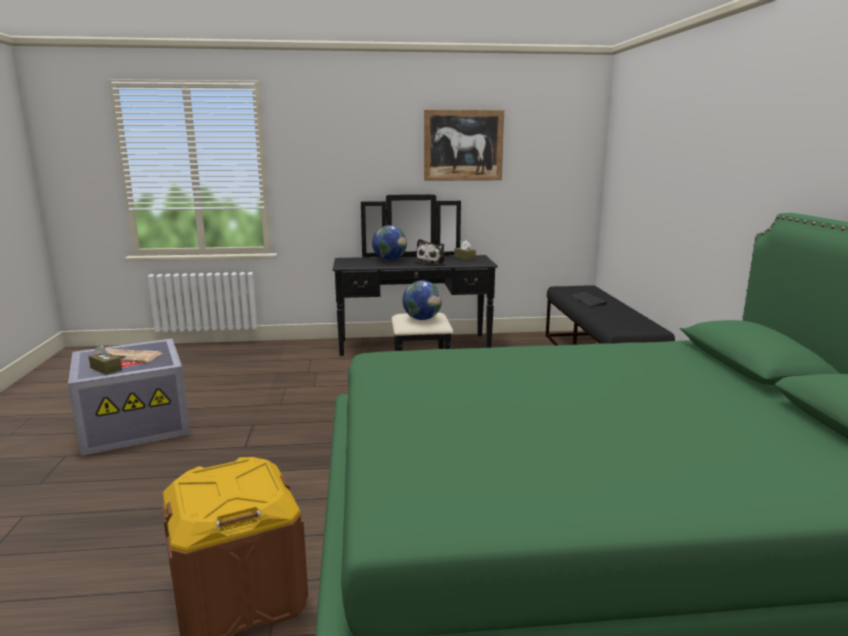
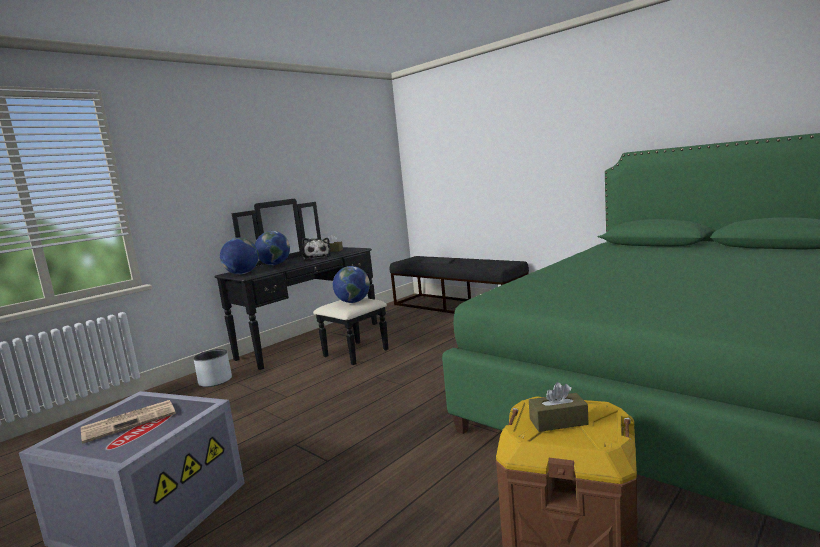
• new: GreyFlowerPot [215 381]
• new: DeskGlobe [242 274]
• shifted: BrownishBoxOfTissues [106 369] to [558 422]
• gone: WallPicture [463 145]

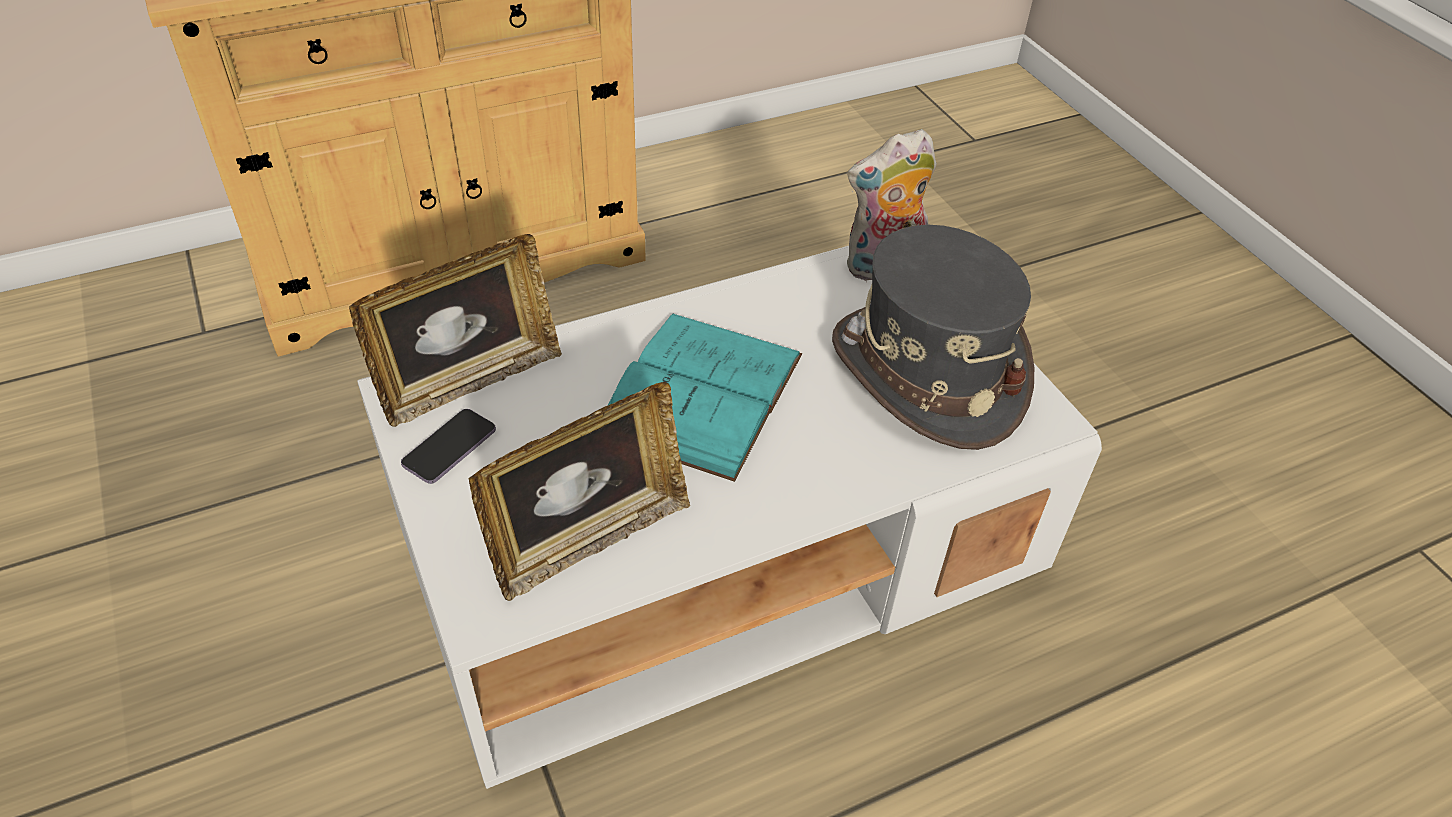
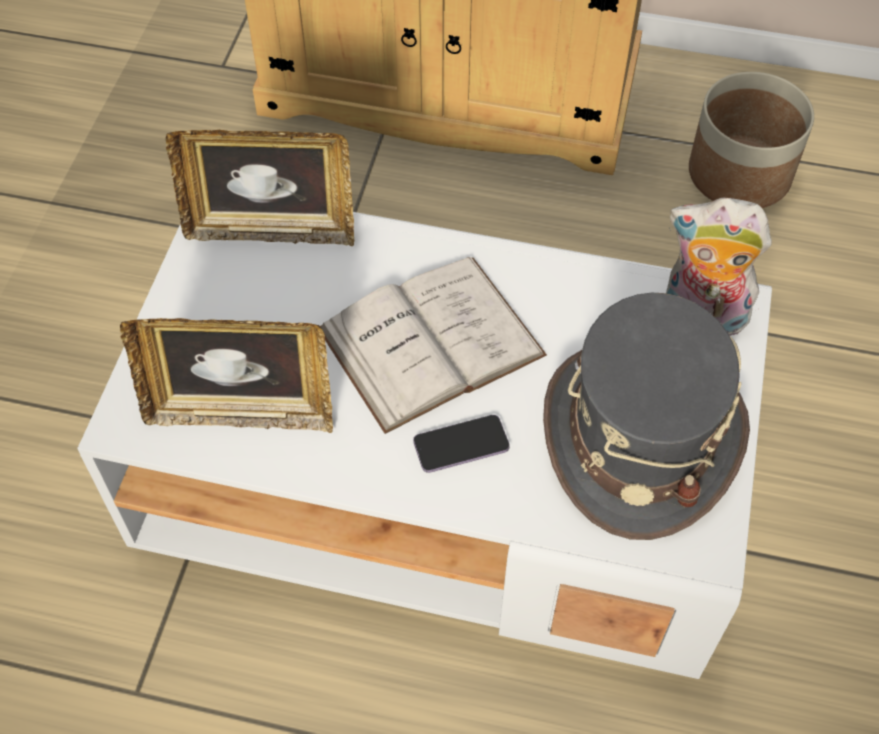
• repainted: TurquoiseColouredVolume [701 393] to WhitishVolume [431 342]
• shifted: Telephone [449 448] to [461 445]
• new: FlowerPot [740 174]

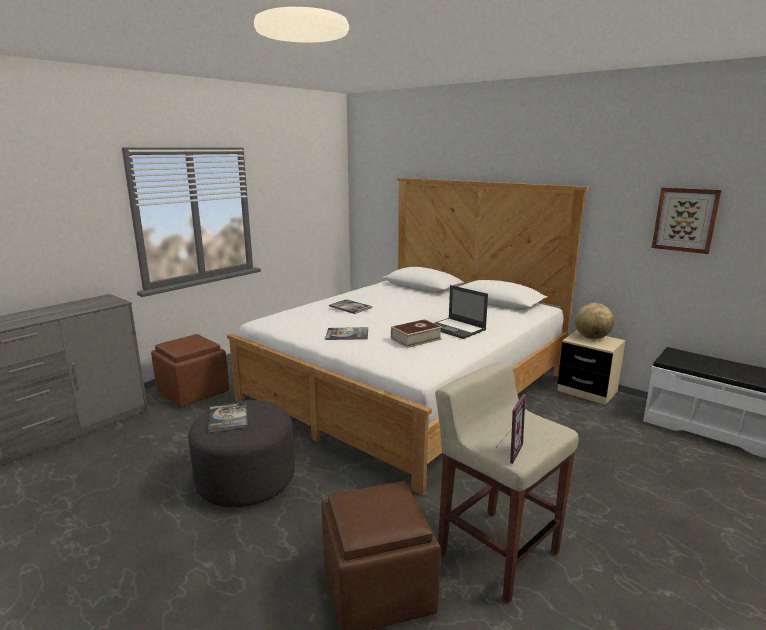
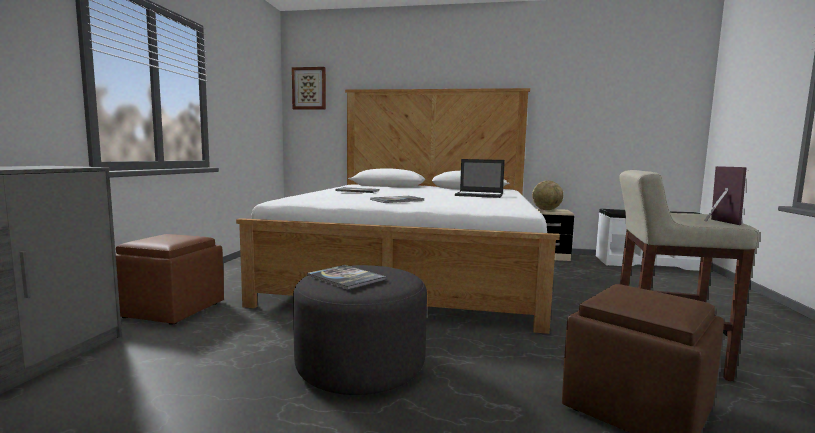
• shifted: WallPicture [685 219] to [309 88]
• gone: Volume [416 339]

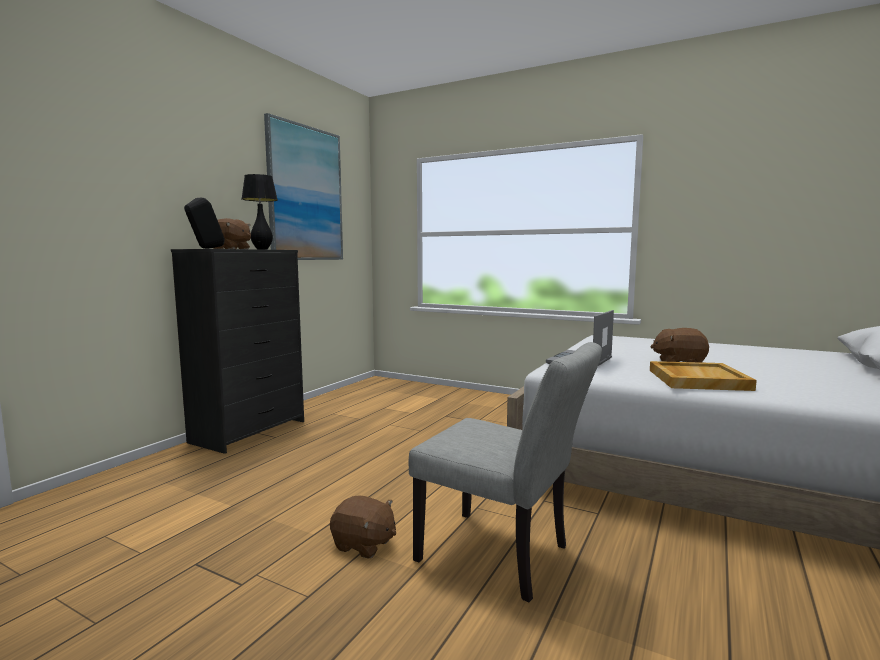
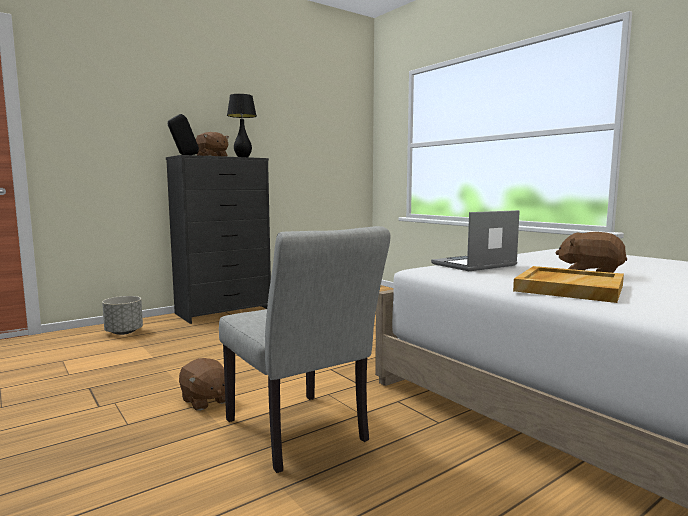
• new: GreyFlowerPot [123 332]
• gone: WallPicture [305 194]

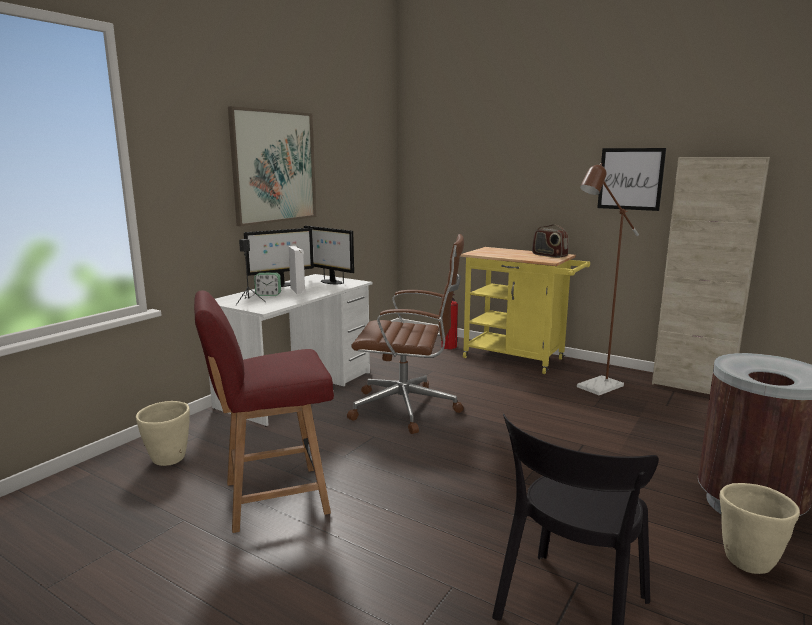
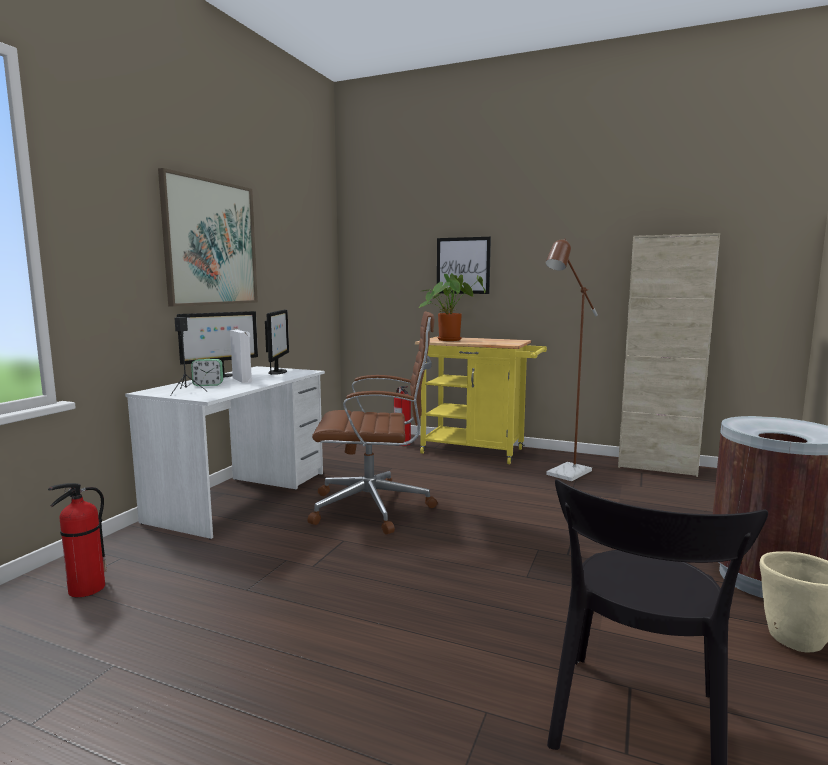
• swapped: BeigeColouredFlowerPot [168 460] to FireExtinguisher [86 589]
• rotated: ComputerScreen [331 282] = [278 372] 120 degrees counterclockwise
• new: PottedPlant [450 339]
• shifted: WallPicture [630 179] to [463 265]
• gone: RedColouredUprightChair [273 498]
• gone: RadioSet [549 255]

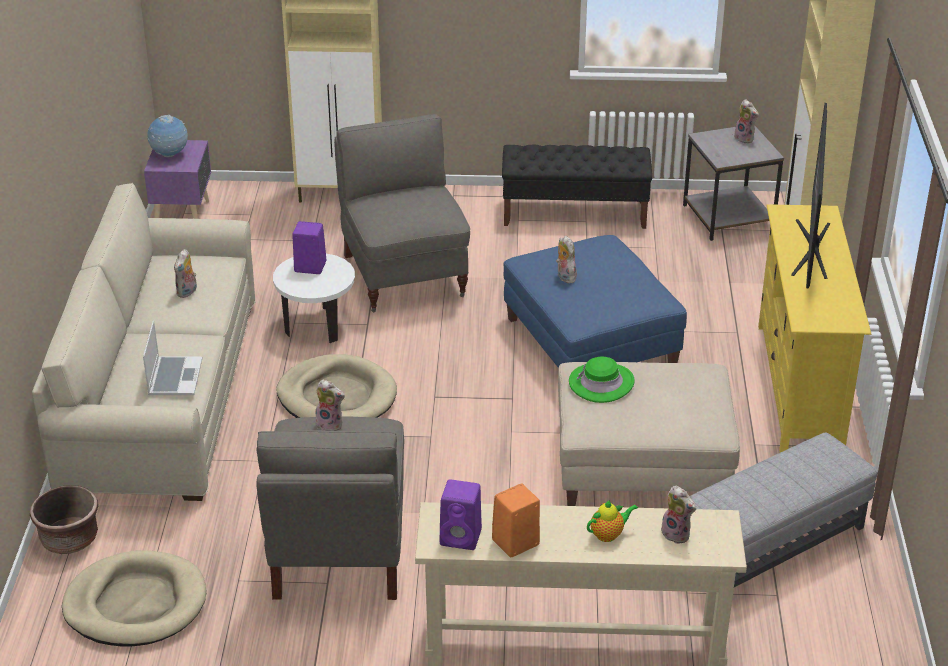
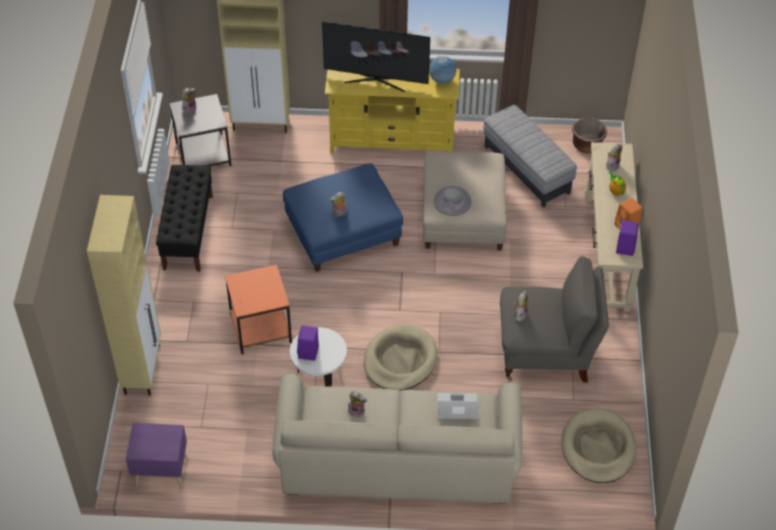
• swapped: GreyEasyChair [404 275] to OrangeColouredEndTable [259 328]
• shifted: DeskGlobe [169 155] to [442 81]
• repainted: GreenColouredWearableHat [601 383] to GreyWearableHat [452 202]
• shifted: BrownishFlowerPot [69 539] to [586 145]

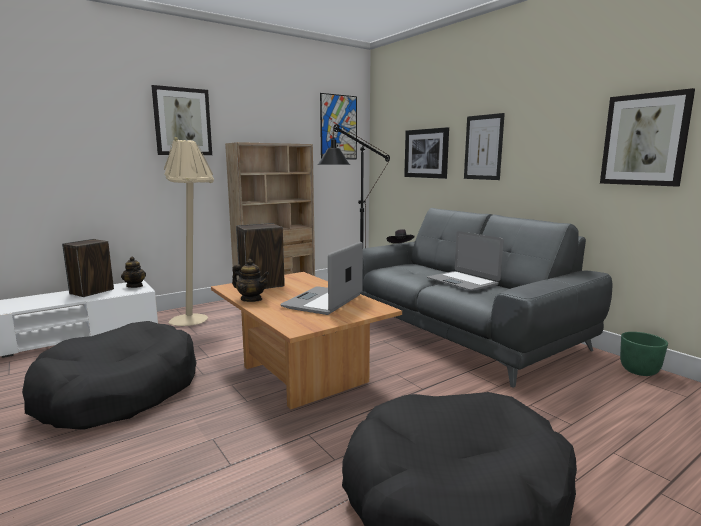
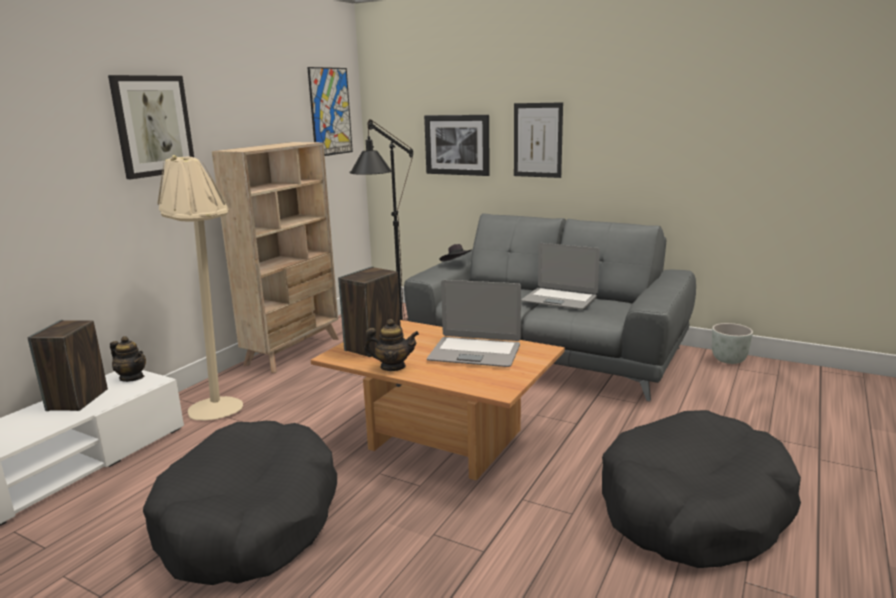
• rotated: PortableComputer [324 301] = [475 353] 75 degrees counterclockwise
• repainted: GreenColouredFlowerPot [639 371] to GreyFlowerPot [729 360]
• gone: WallPicture [644 140]

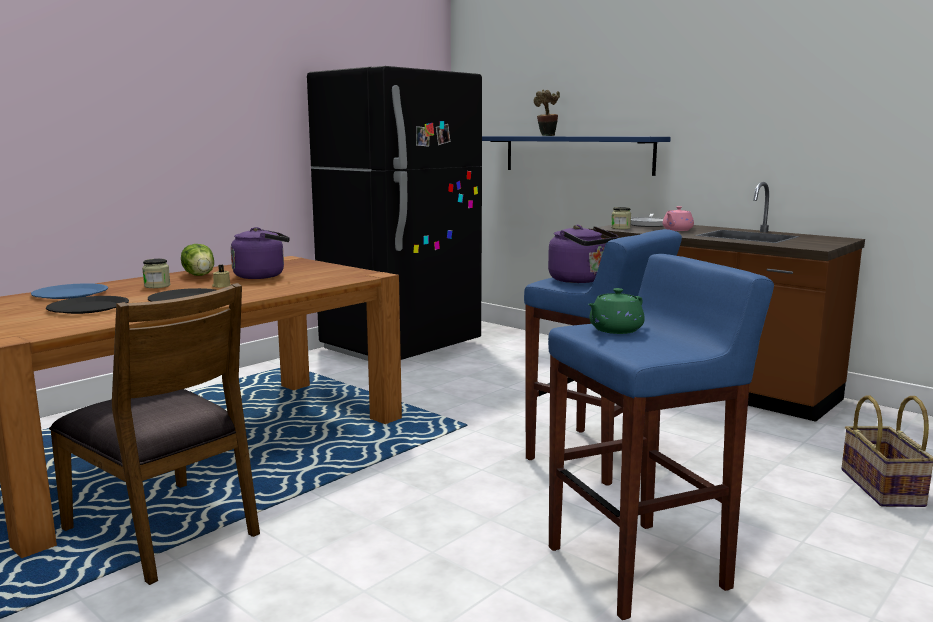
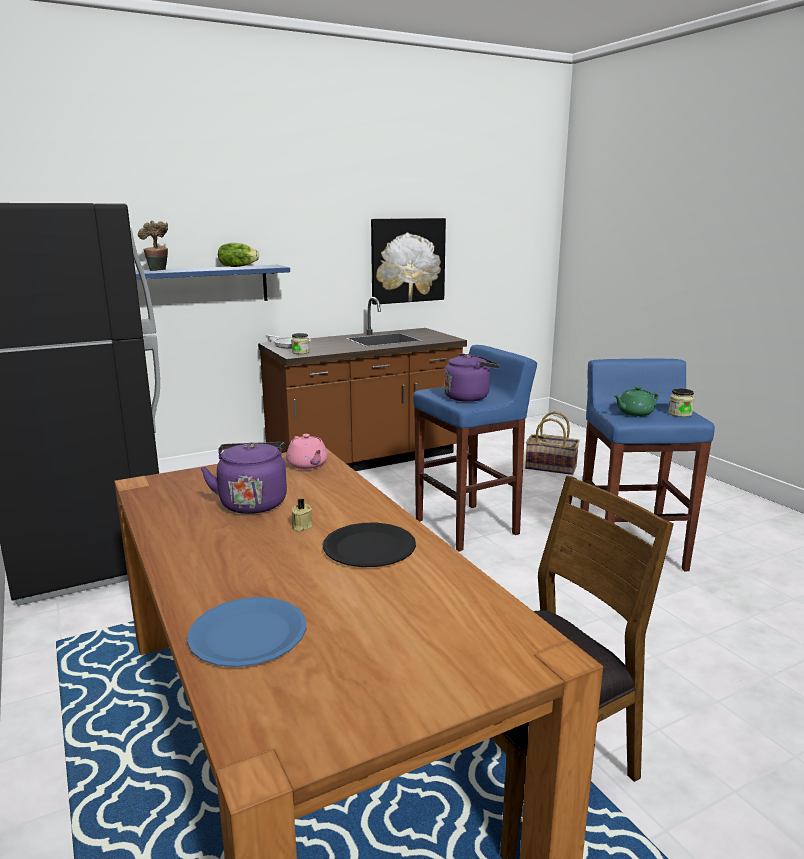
• shifted: HeadOfLettuce [200 275] to [237 266]
• shifted: PinkPotForTea [677 230] to [308 465]
• new: WallPicture [407 260]
• rotated: GreenColouredPotForTea [615 330] = [634 413] 90 degrees clockwise
• shifted: StorageJar [157 286] to [680 414]
• gone: BlackPlate [88 307]

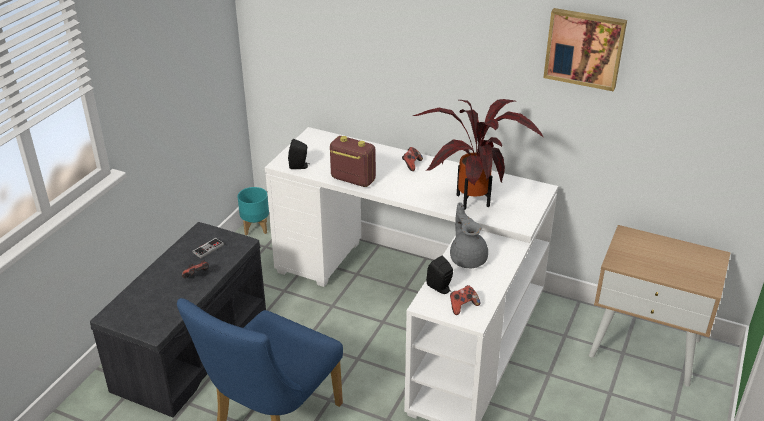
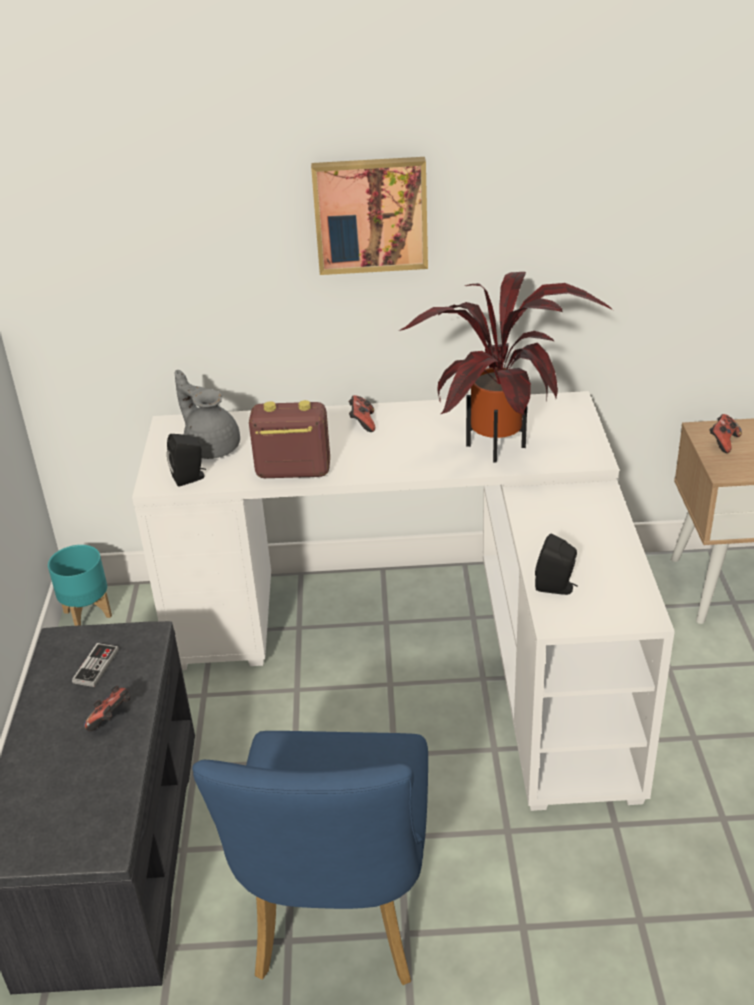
• shifted: GreyPotForTea [467 258] to [212 447]
• shifted: WallPicture [584 48] to [370 214]
• shifted: GameController [463 306] to [723 442]

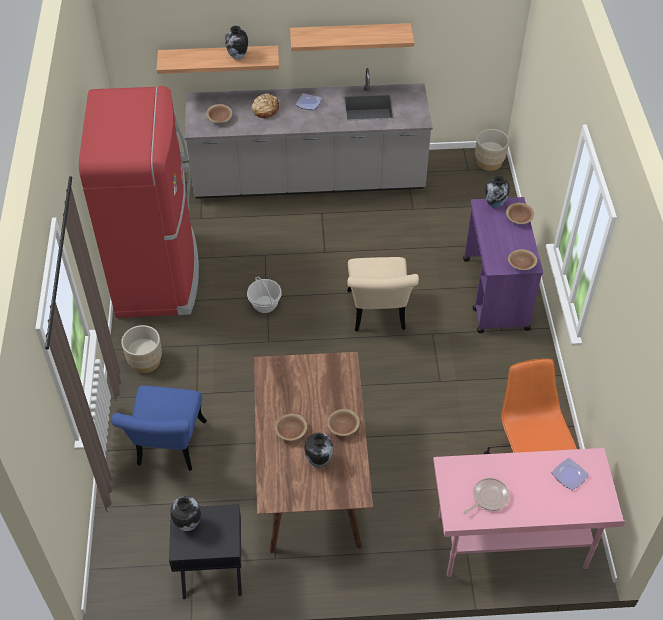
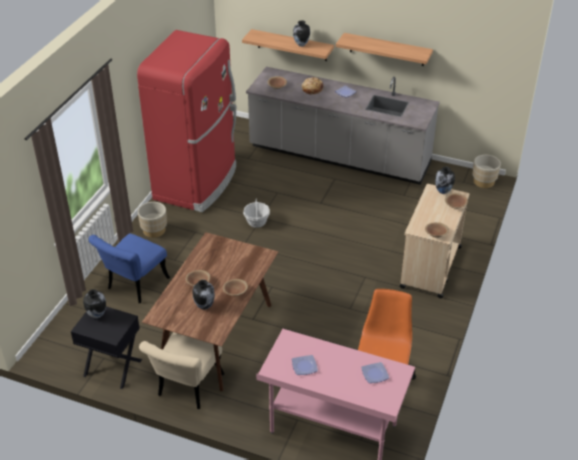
• shifted: BeigeColouredUprightChair [377 315] to [186 388]
• swapped: Skillet [488 497] to Plate [304 366]
• repainted: PurpleTrolley [495 294] to BeigeColouredTrolley [430 267]

